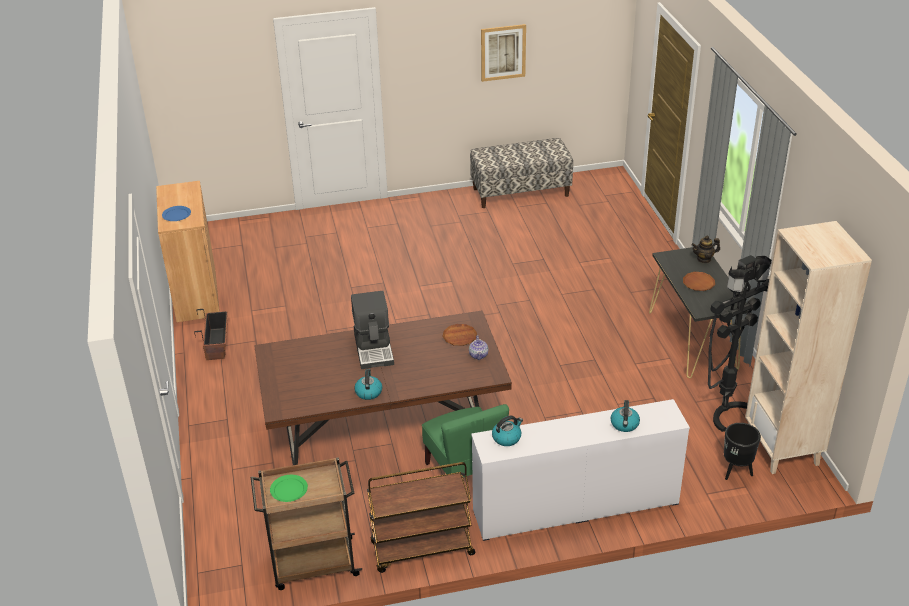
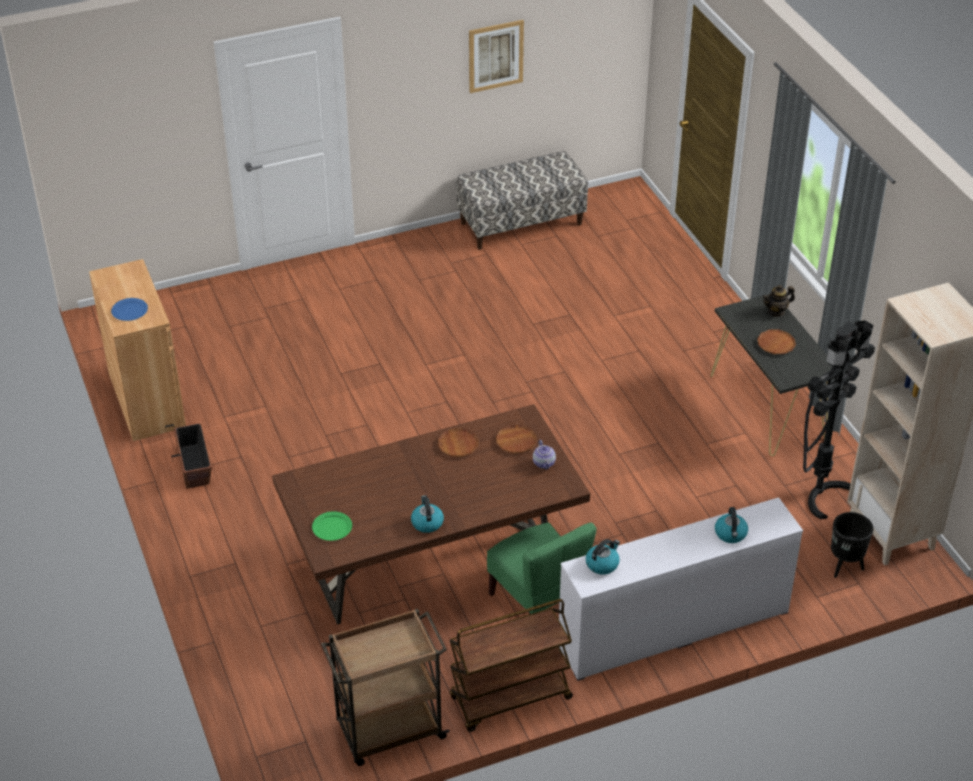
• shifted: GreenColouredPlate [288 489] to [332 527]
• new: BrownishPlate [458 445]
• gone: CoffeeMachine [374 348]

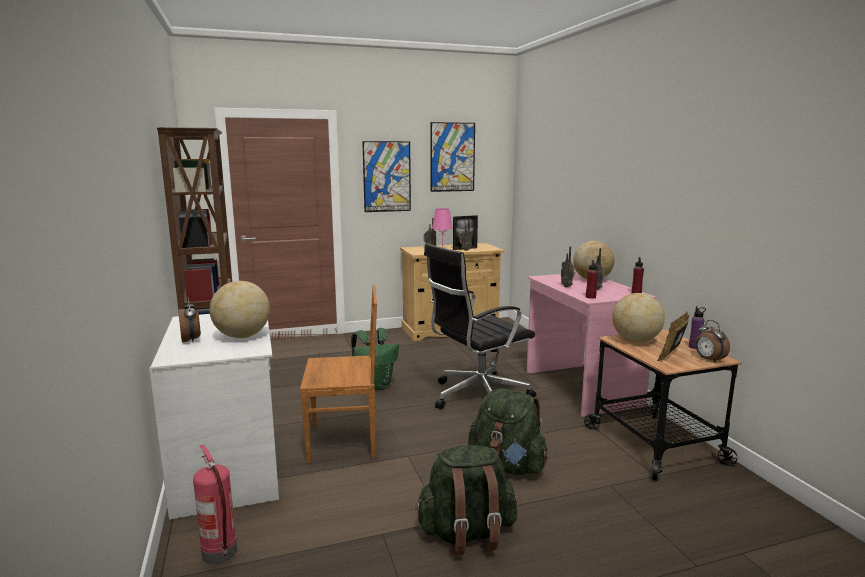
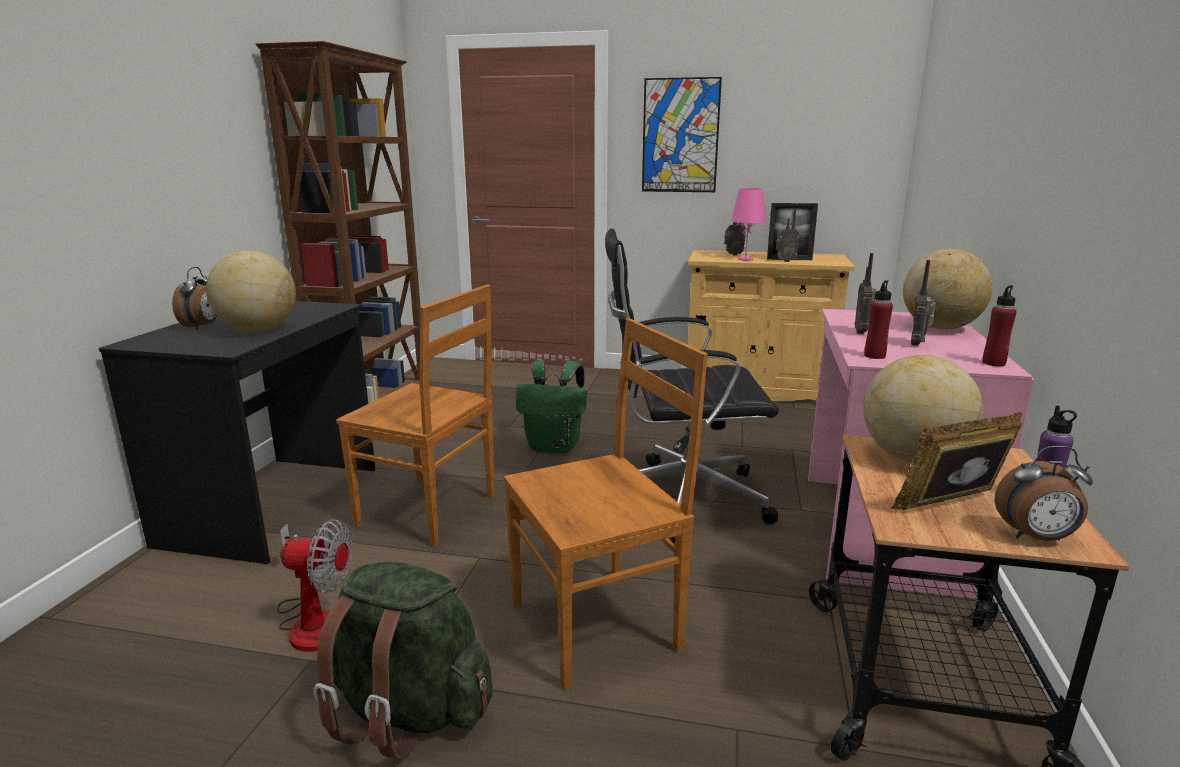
• repainted: WhitishDesk [230 467] to BlackDesk [275 505]
• new: ElectricFan [315 620]
• swapped: GreenColouredKnapsack [507 466] to BrownishUprightChair [599 624]
• rotated: BedsideClock [708 360] = [1036 538] 90 degrees counterclockwise
• gone: FireExtinguisher [221 553]
• gone: WallPicture [452 157]

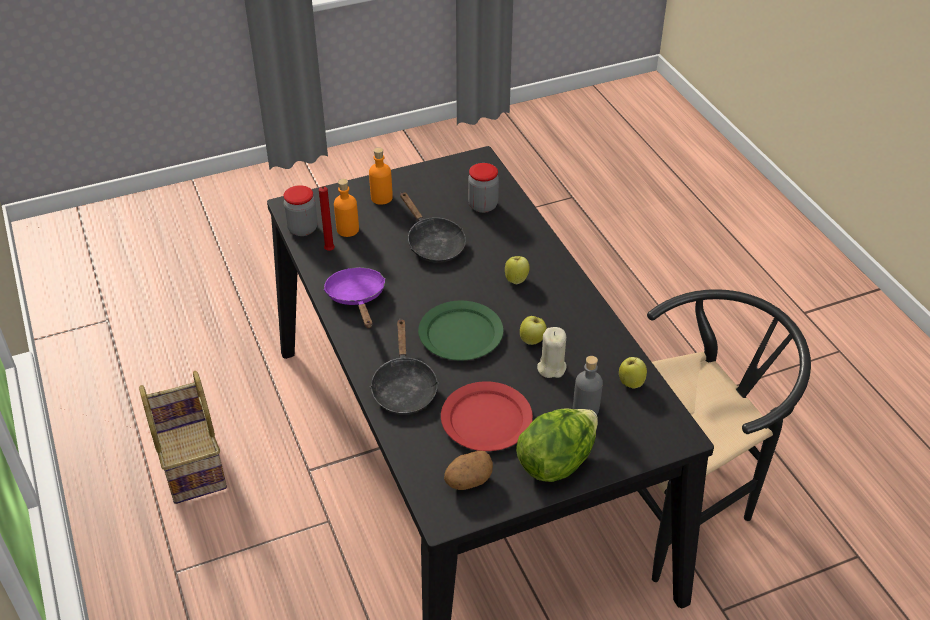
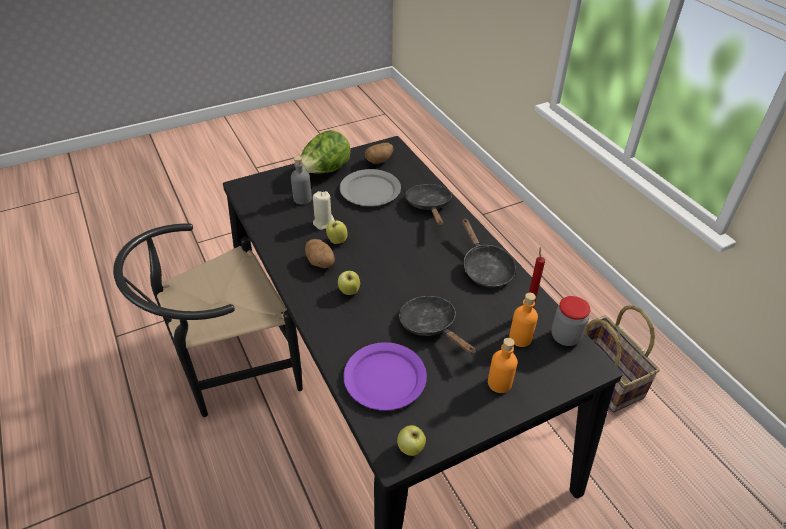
• new: WholePotato [321 263]
• repainted: RedColouredPlate [486 420] to GreyPlate [370 190]
• swapped: StorageJar [483 205] to PurplePlate [385 378]
• shifted: AppleFruit [631 382] to [411 449]
• repainted: PurpleSkillet [357 298] to BlackSkillet [485 268]
• gone: GreenColouredPlate [460 333]

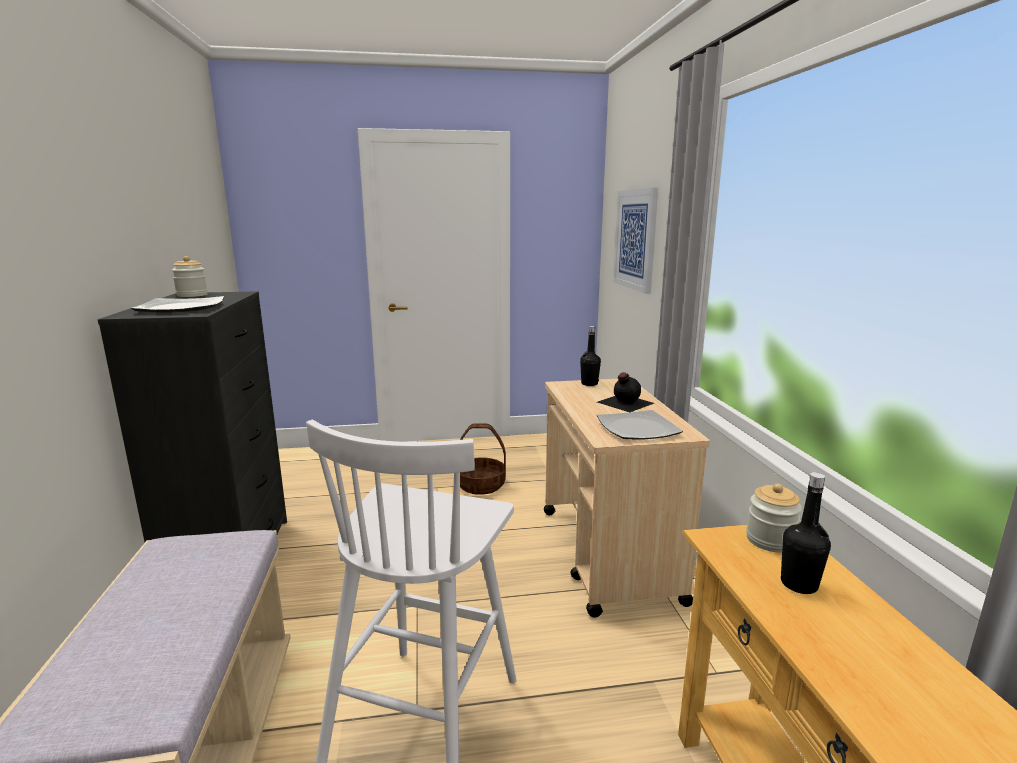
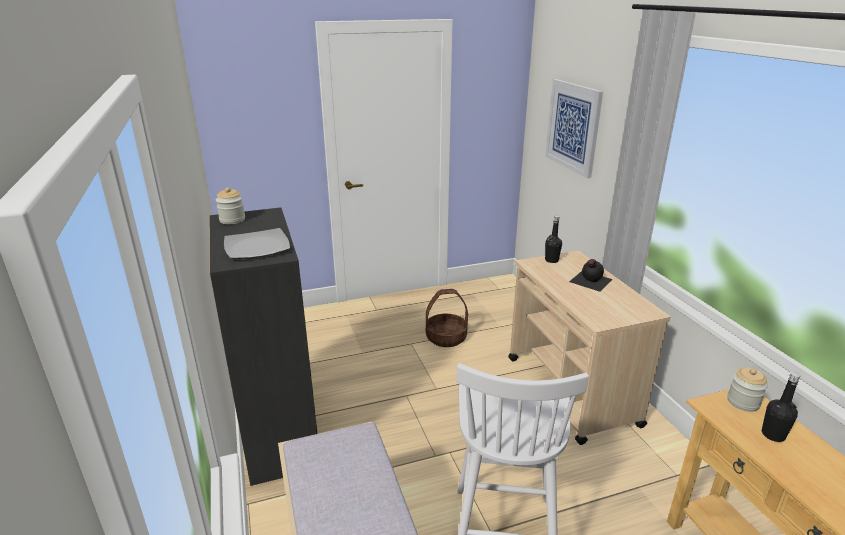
• gone: Plate [637 429]

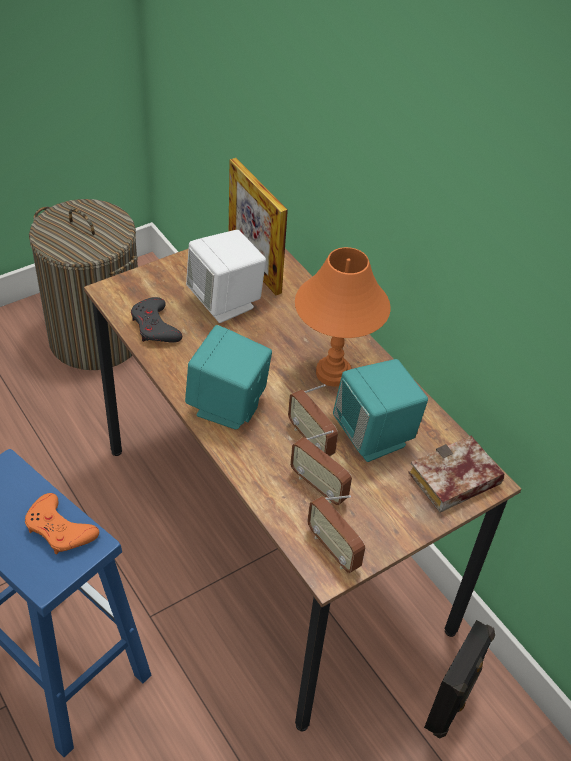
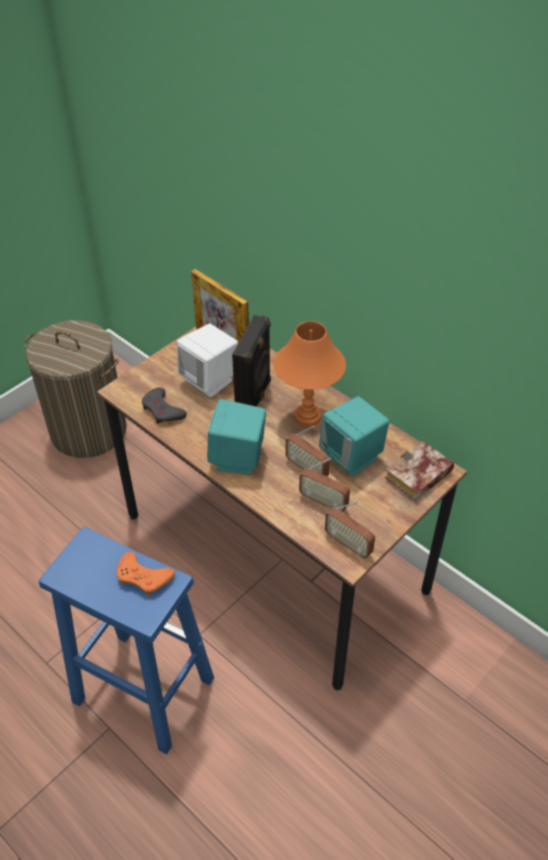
• shifted: BlackAudioSpeaker [451 704] to [254 398]

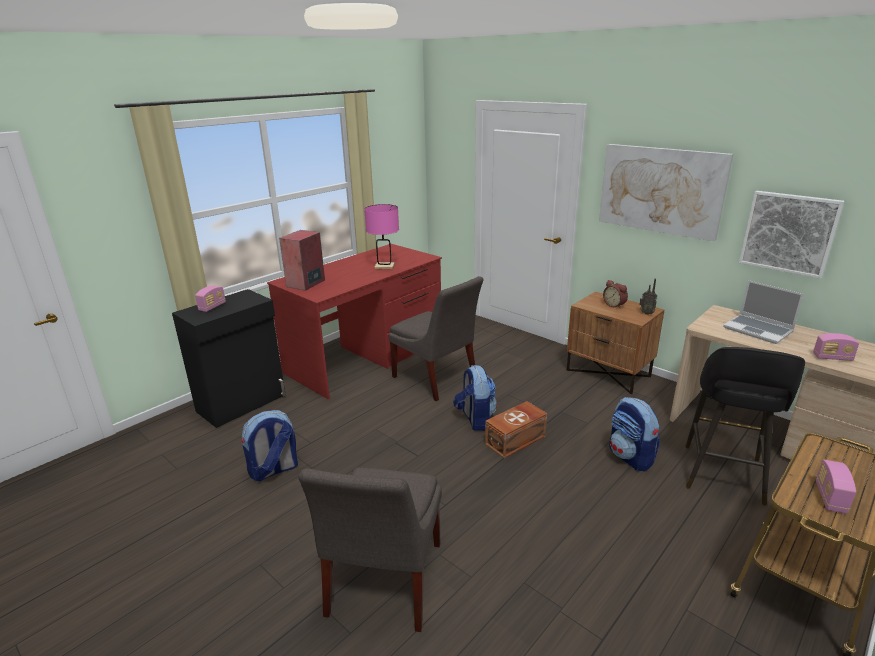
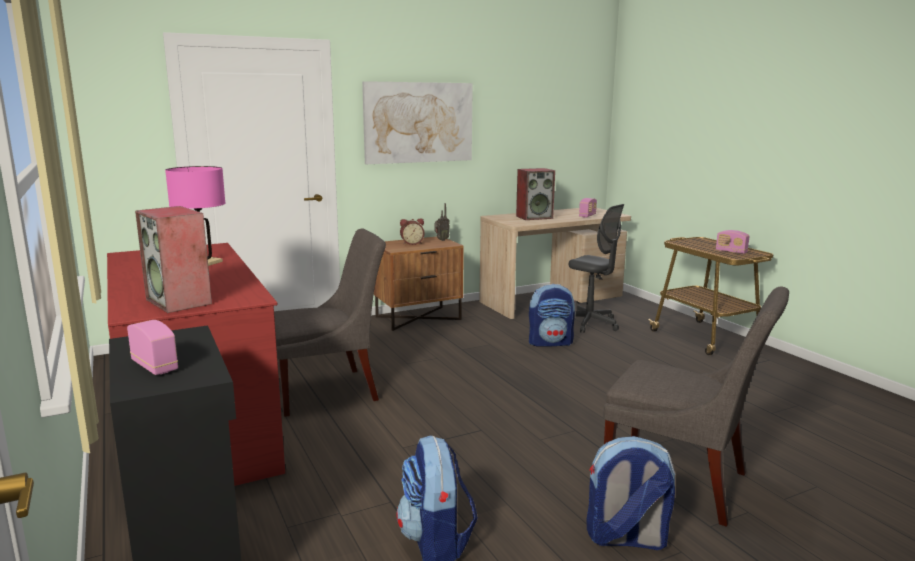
• swapped: PortableComputer [758 330] to AudioSpeaker [534 217]
• swapped: BlackStoolSeat [723 476] to GreyOfficeChair [590 324]
• shifted: Knapsack [475 419] to [626 539]
• gone: BrownishStorageBin [516 440]
• gone: WallPicture [788 233]

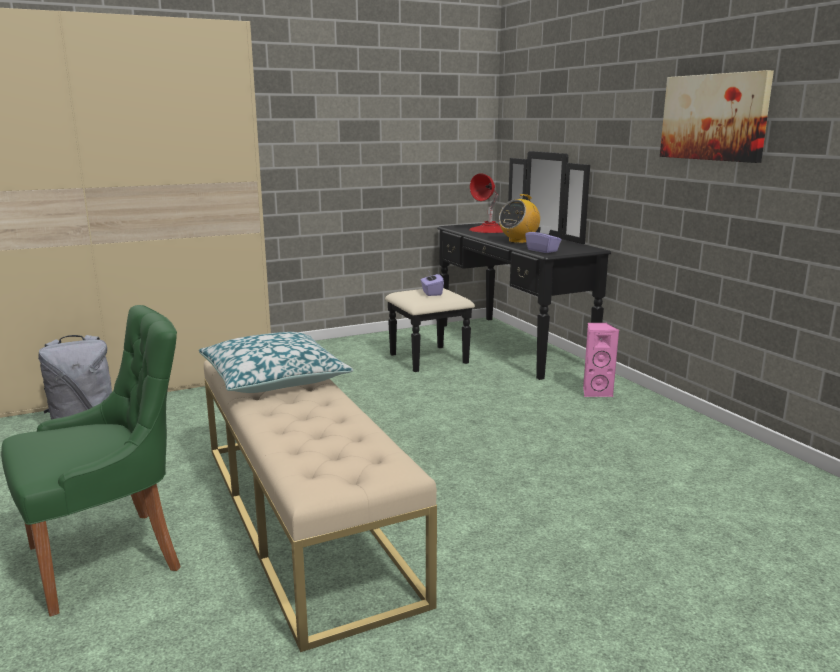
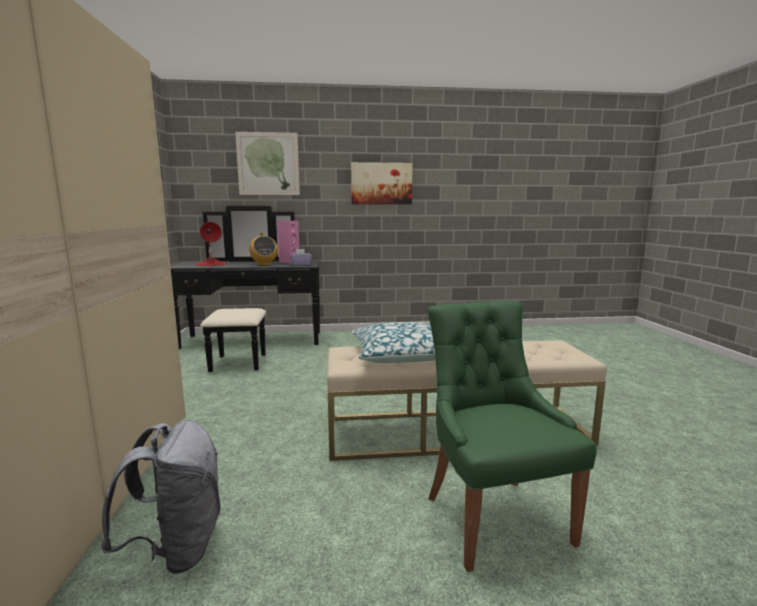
• new: WallPicture [268 164]
• shifted: PinkAudioSpeaker [596 392] to [289 262]
• gone: PurpleBoxOfTissues [431 293]

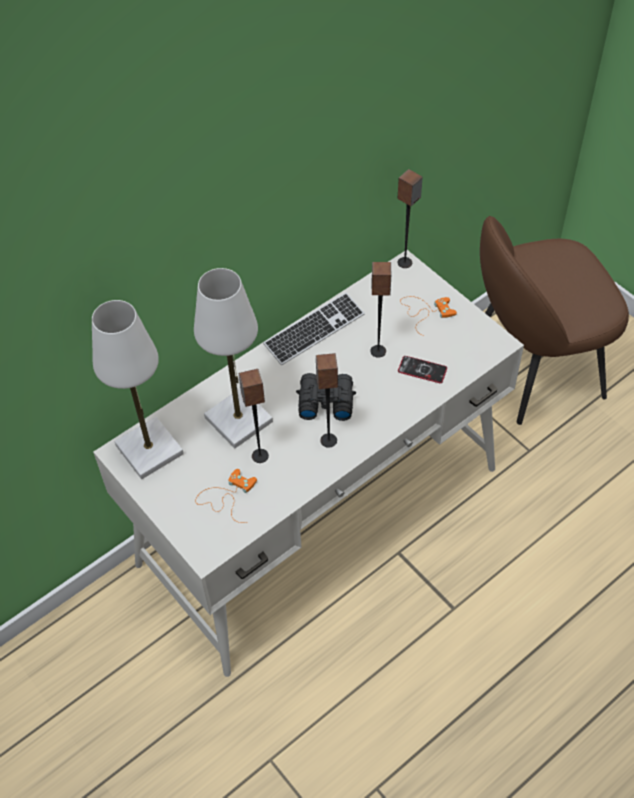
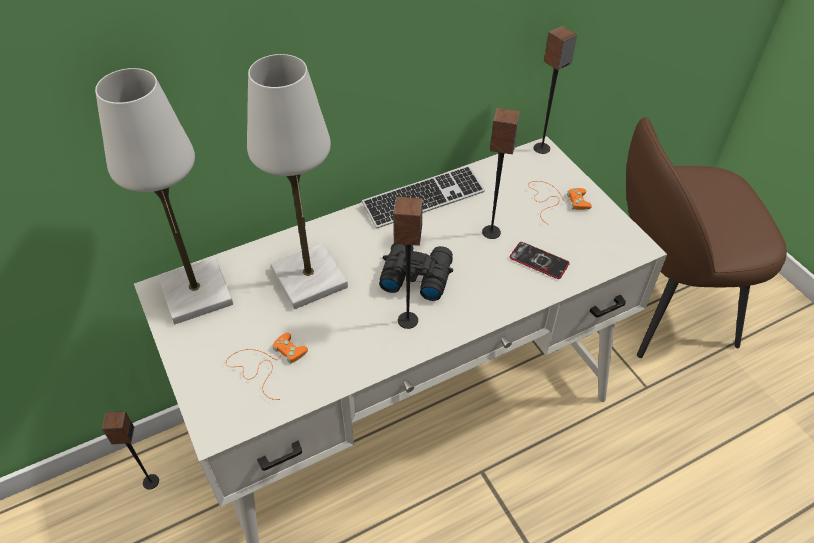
• shifted: AudioSpeaker [259 456] to [150 481]

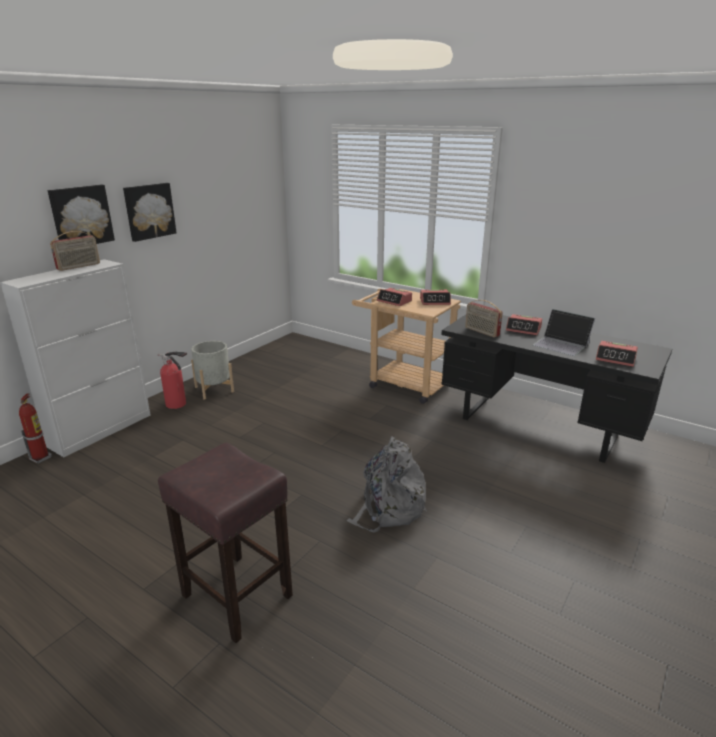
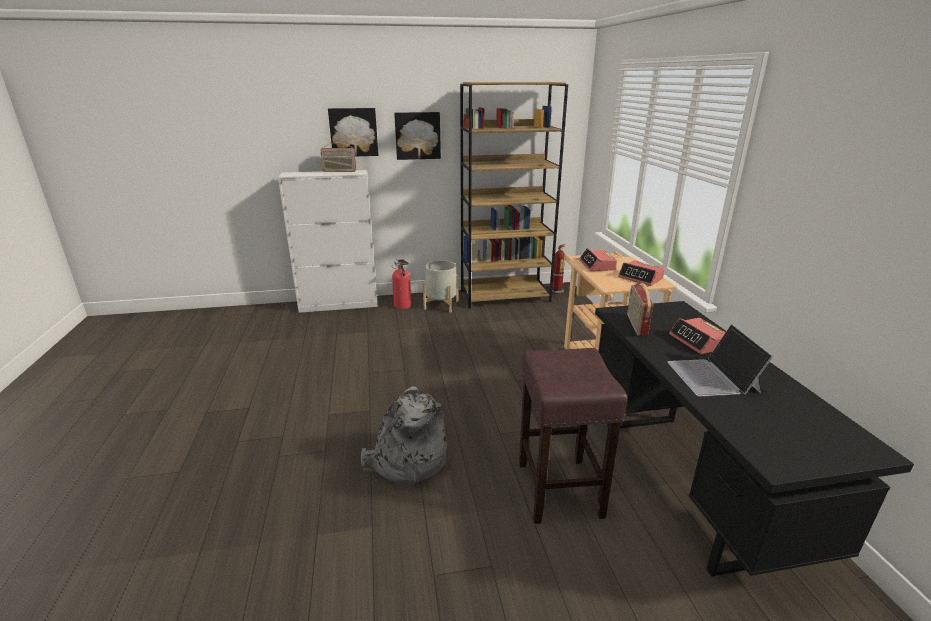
• new: BrownishBookcase [505 296]
• shifted: BrownishStoolSeat [235 595] to [558 488]
• shifted: FireExtinguisher [41 458] to [557 291]
• gone: BedsideClock [615 358]

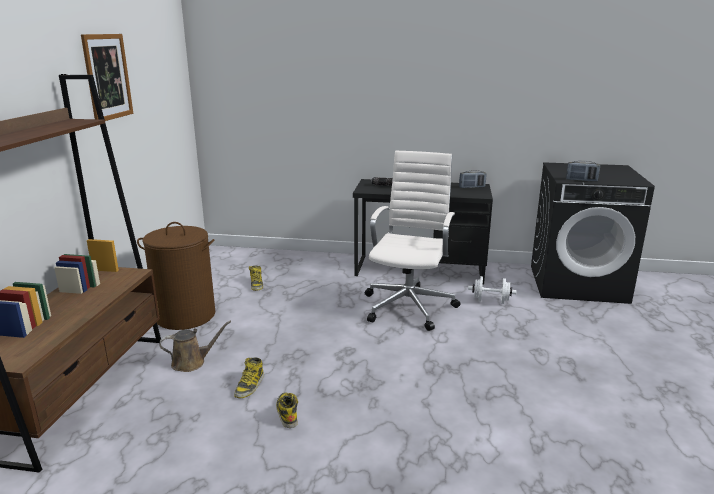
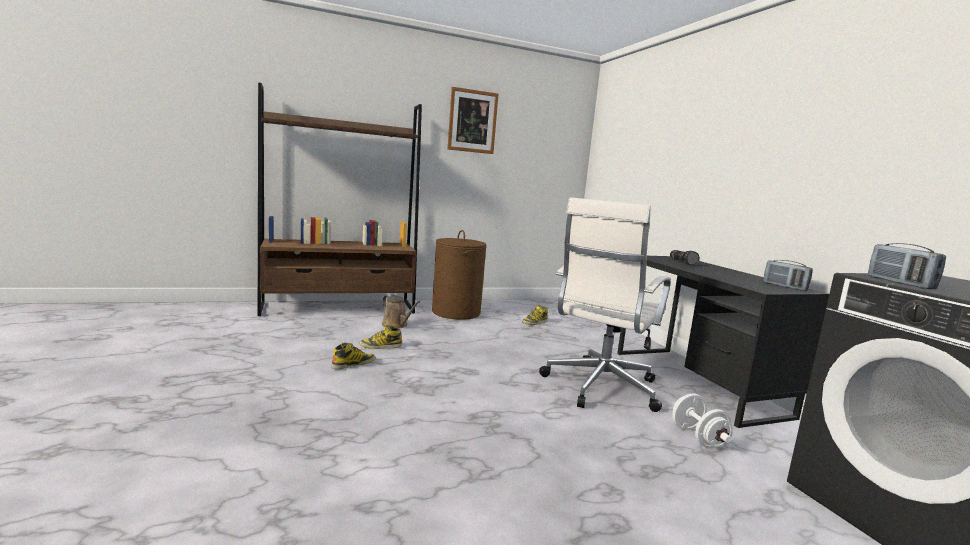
• rotated: WhitishOfficeChair [409 305] = [599 387] 135 degrees clockwise

